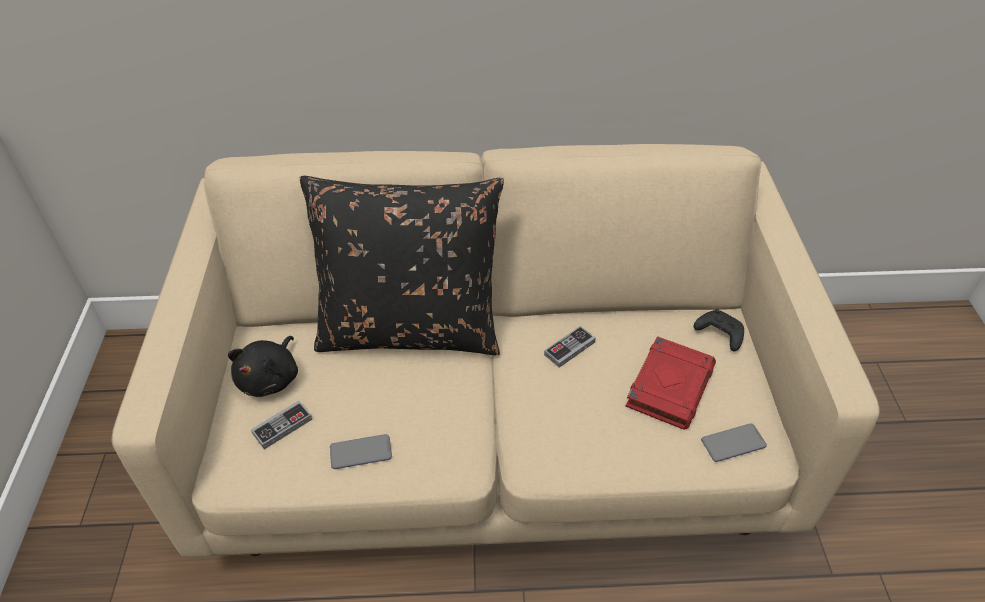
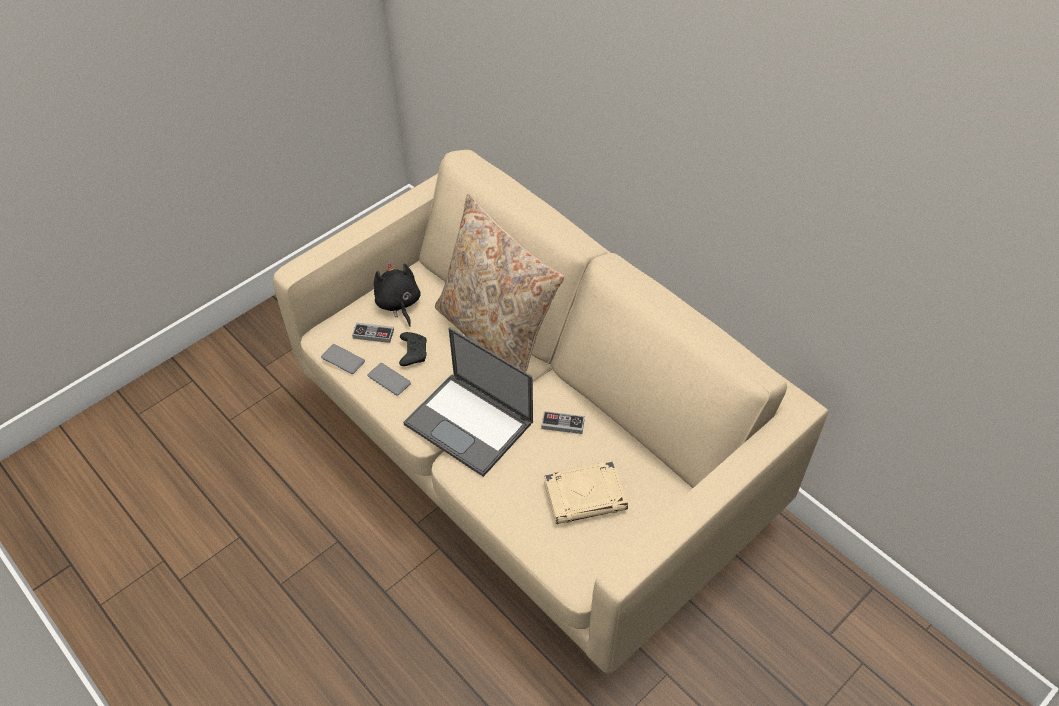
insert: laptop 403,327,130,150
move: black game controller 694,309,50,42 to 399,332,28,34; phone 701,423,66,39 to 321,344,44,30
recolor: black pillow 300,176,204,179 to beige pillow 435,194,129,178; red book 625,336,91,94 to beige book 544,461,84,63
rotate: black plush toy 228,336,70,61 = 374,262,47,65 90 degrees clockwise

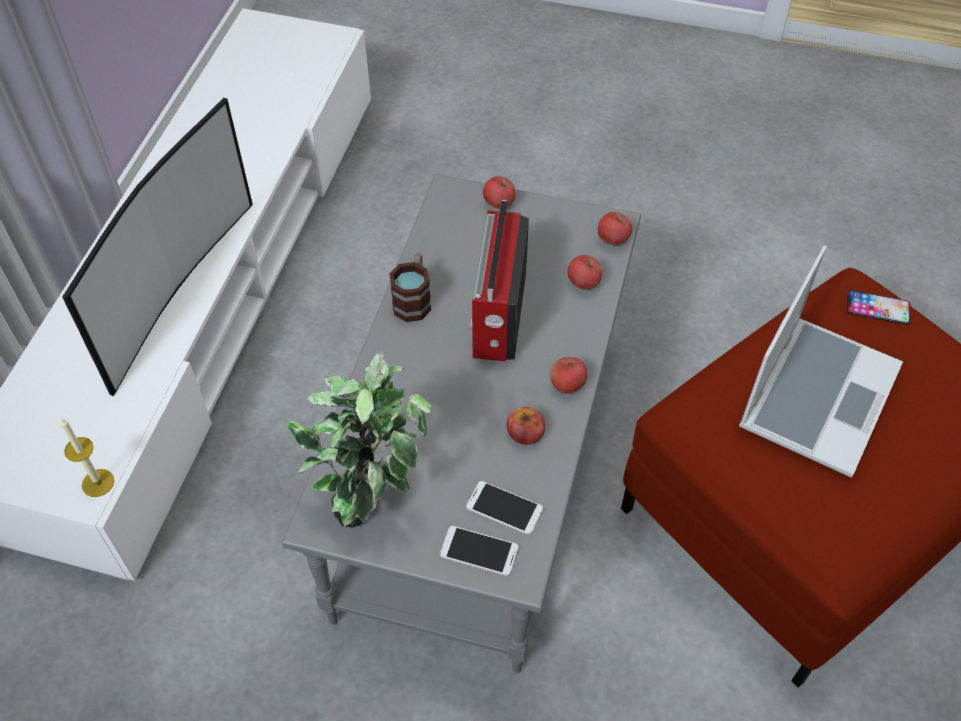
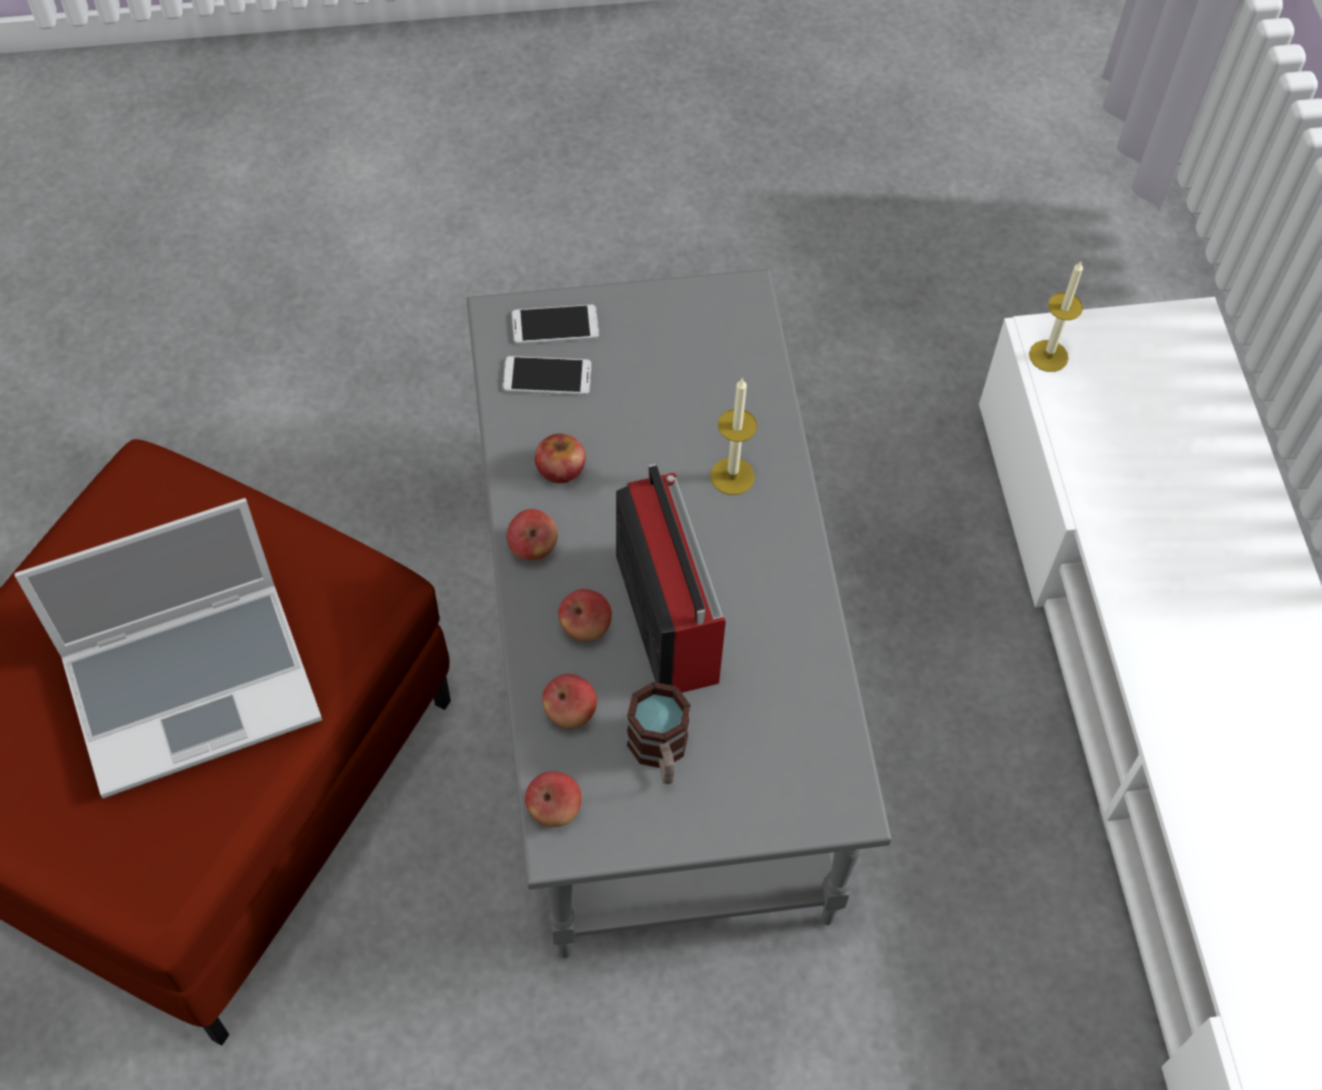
delete: television 62,98,191,298; phone 847,290,64,35; potted plant 287,352,144,176
insert: candle 710,378,47,117
move: apple 483,176,33,33 to 558,589,54,53; mug 389,253,42,69 to 627,682,64,102
rotate: laptop 739,245,164,233 = 15,498,307,300 120 degrees counterclockwise

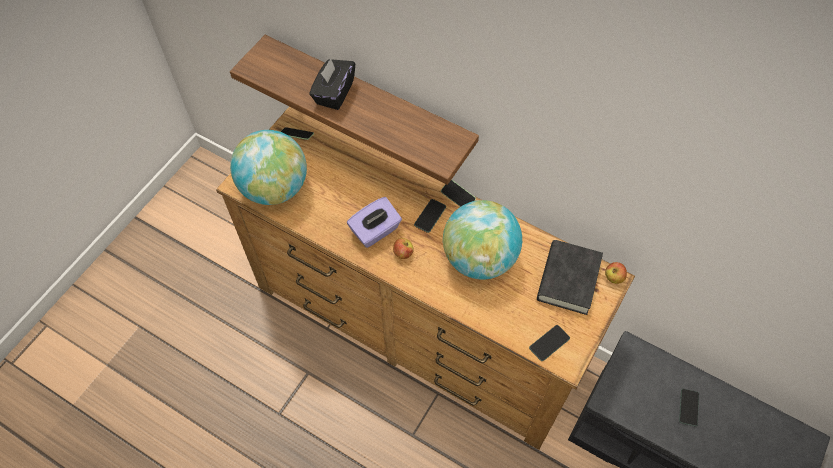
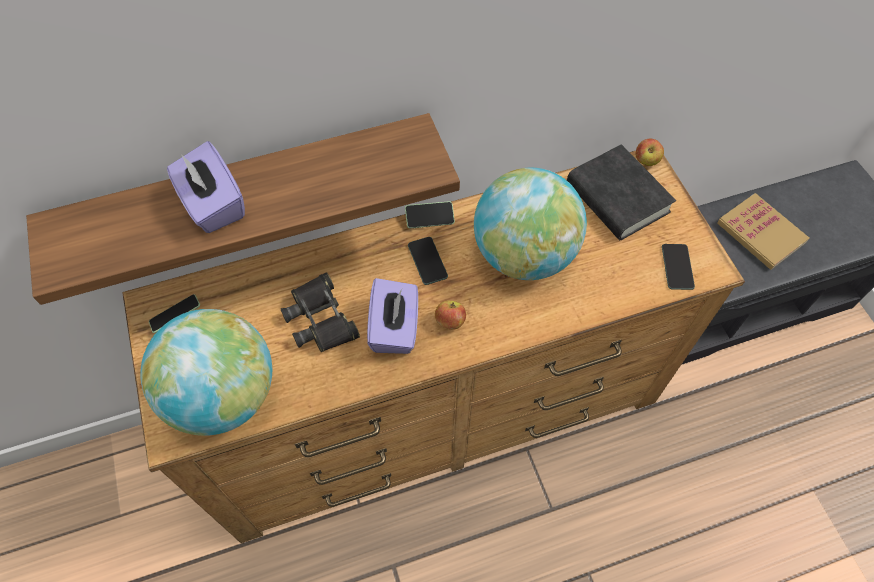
insert: black binoculars 281,272,79,80
replace: phone 679,389,20,37 to book 717,193,93,77
recolor: black tissue box 309,58,46,52 to purple tissue box 167,141,78,92

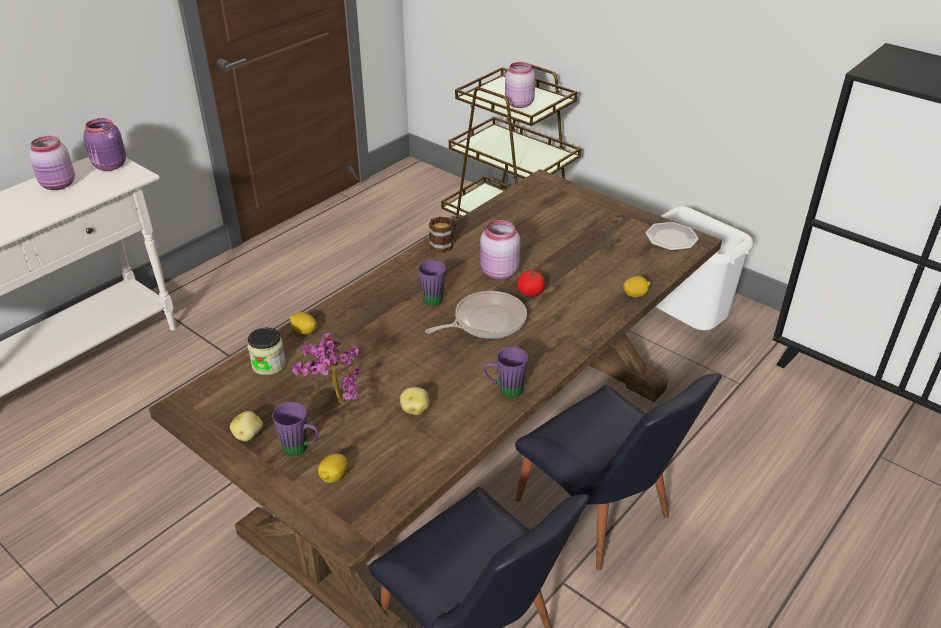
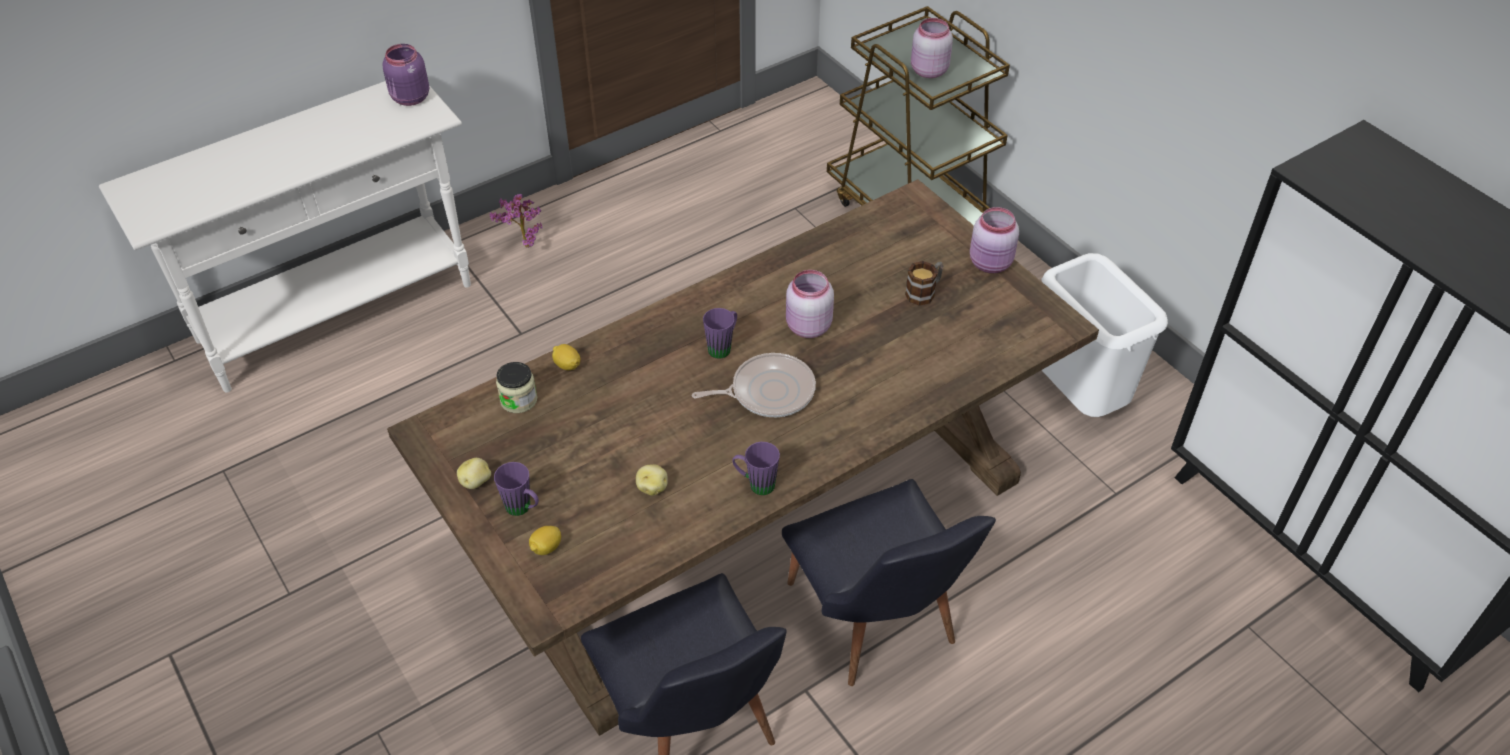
delete: plate 645,222,54,29; tomato 517,270,28,26; lemon 623,276,27,22
move: pink jar 29,136,46,54 to 970,207,49,66; mug 429,216,27,37 to 905,261,38,45; potted plant 292,333,69,71 to 490,194,53,54

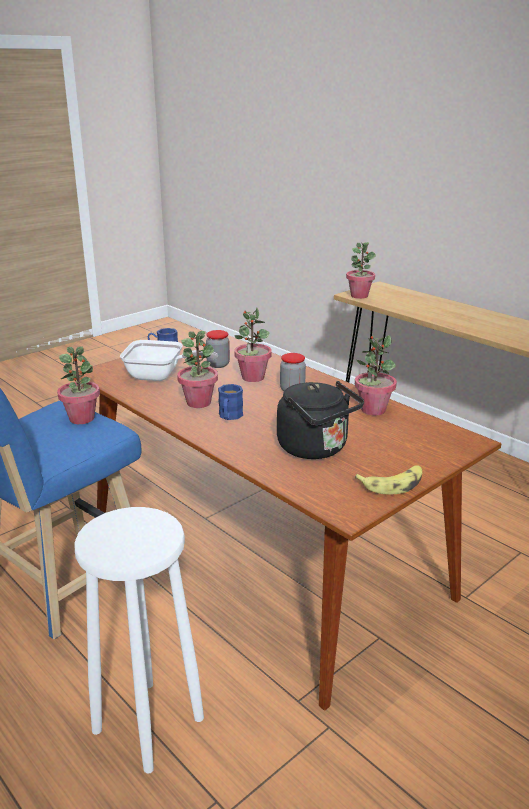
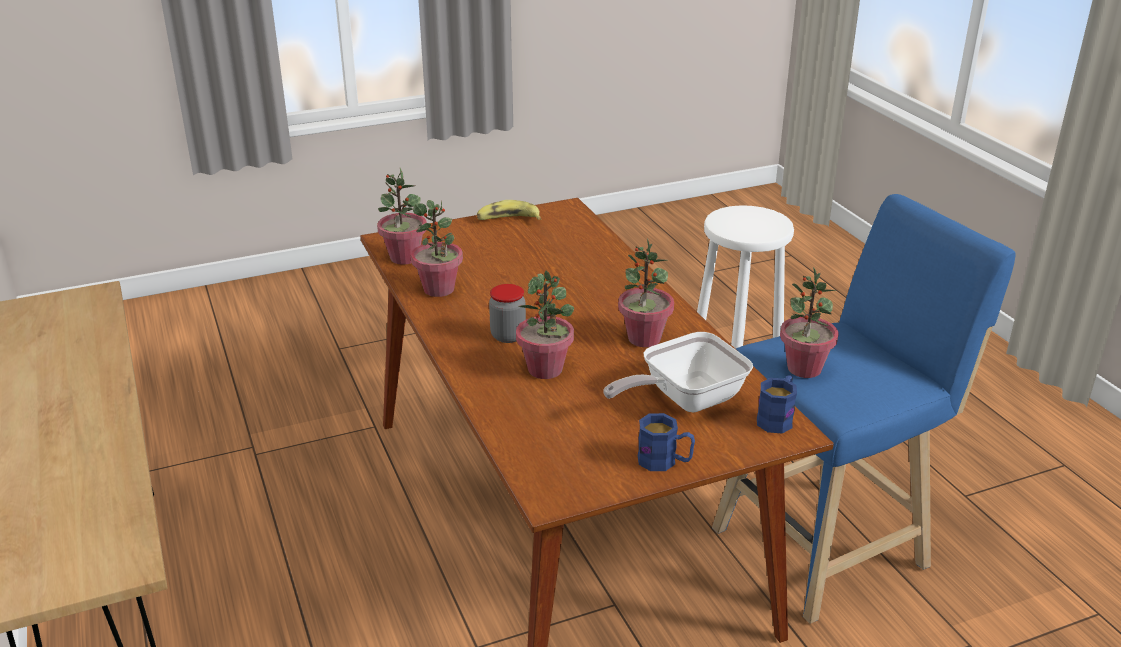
delete: jar 206,330,24,38; black kettle 277,381,87,78
move: potted plant 346,242,30,57 to 377,168,50,96; blue mug 218,384,25,36 to 757,375,40,58
rotate: frying pan 120,340,98,41 = 603,332,150,80 60 degrees counterclockwise

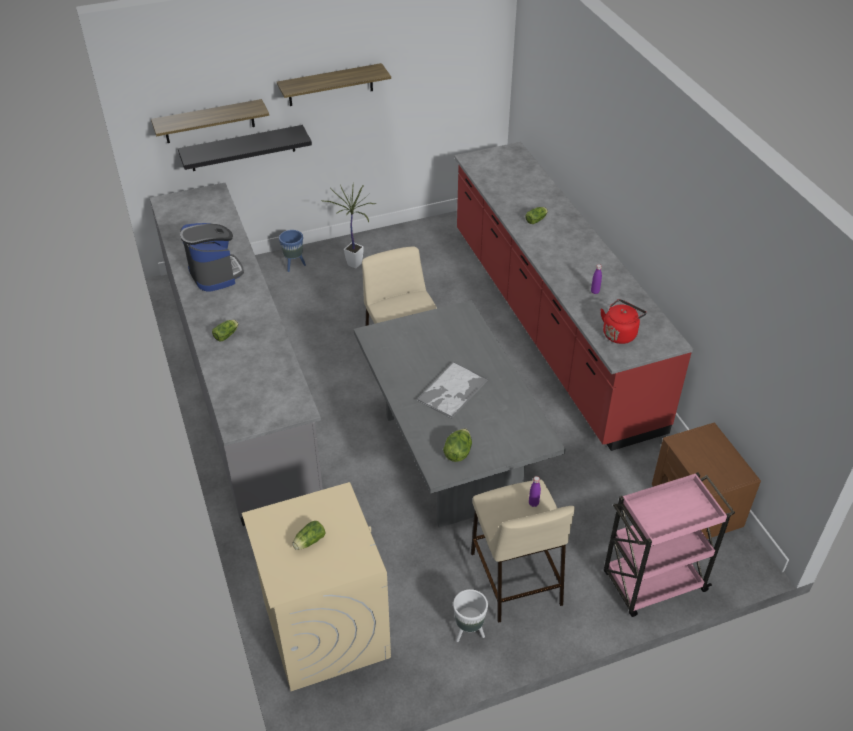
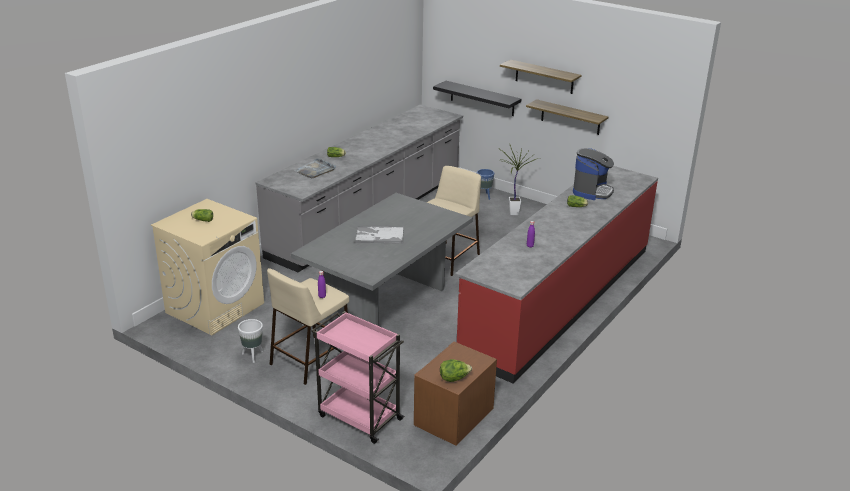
delete: red kettle 600,299,47,45
insert: grey tray 294,158,42,20
move: shelf 151,99,118,44 to 526,99,83,36; coffee machine 180,223,64,68 to 573,148,41,52; lettuce 443,428,29,34 to 440,359,32,23

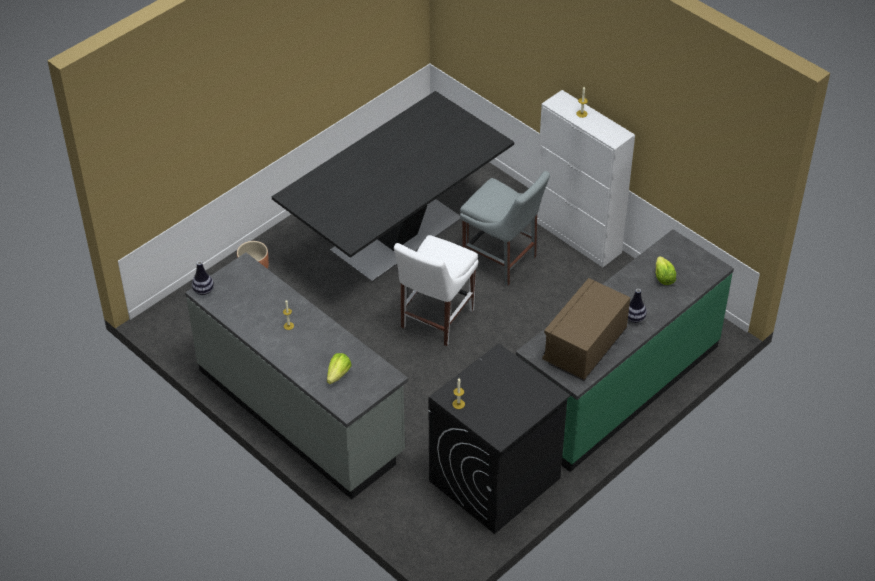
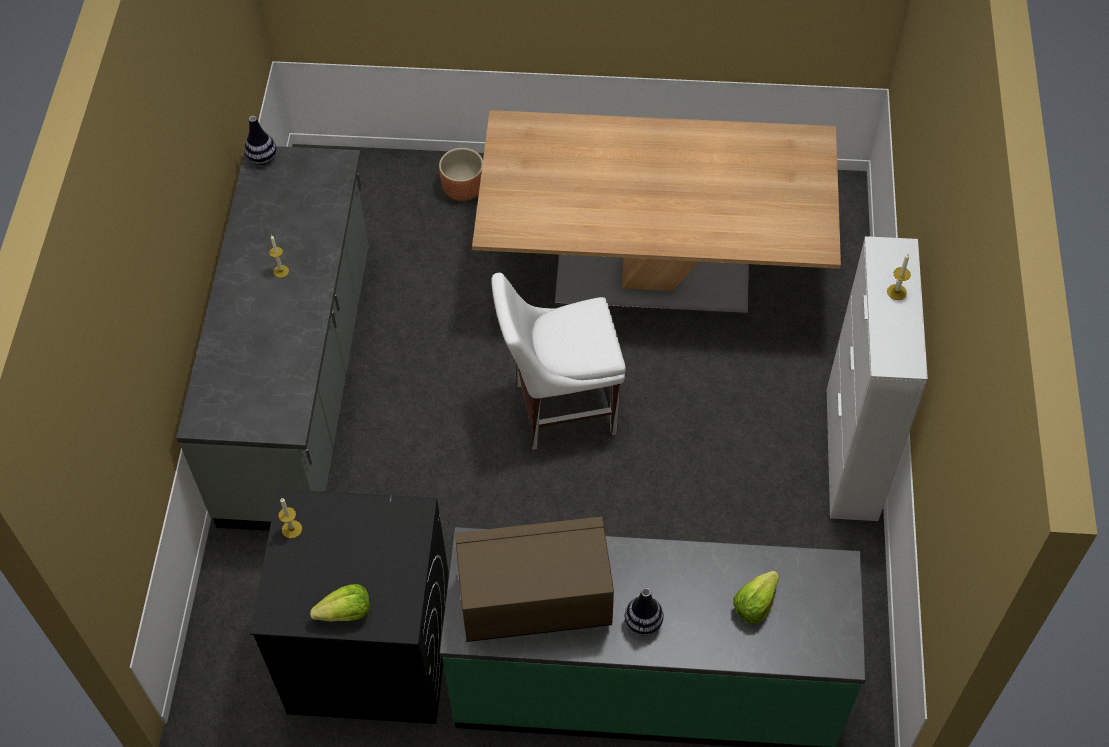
delete: grey chair 460,171,90,115
move: lettuce 327,353,25,31 to 310,584,60,38
recolor: black dining table 272,91,242,191 to beige dining table 472,110,369,205

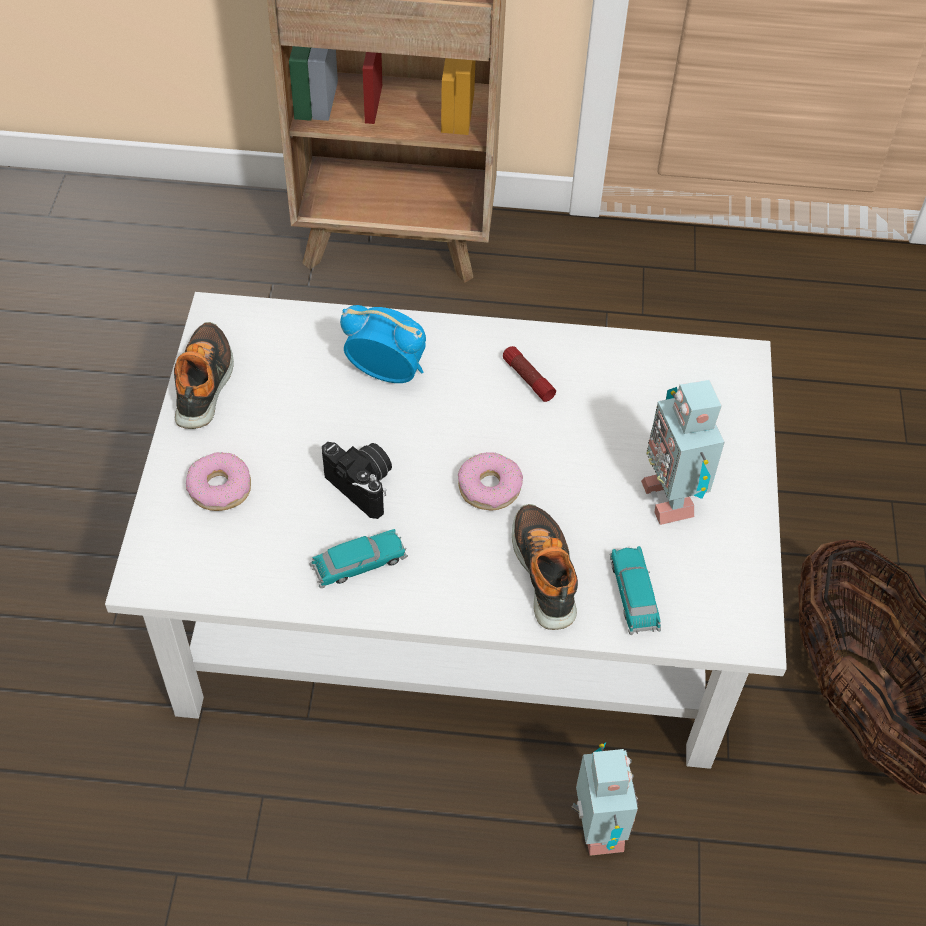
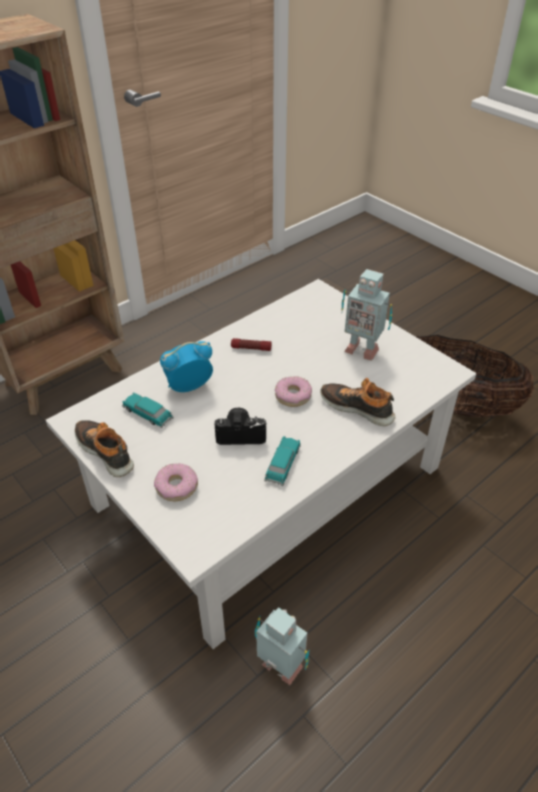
move: toy car 610,546,51,89 to 122,392,52,36; toy robot 571,742,68,114 to 255,607,55,78

